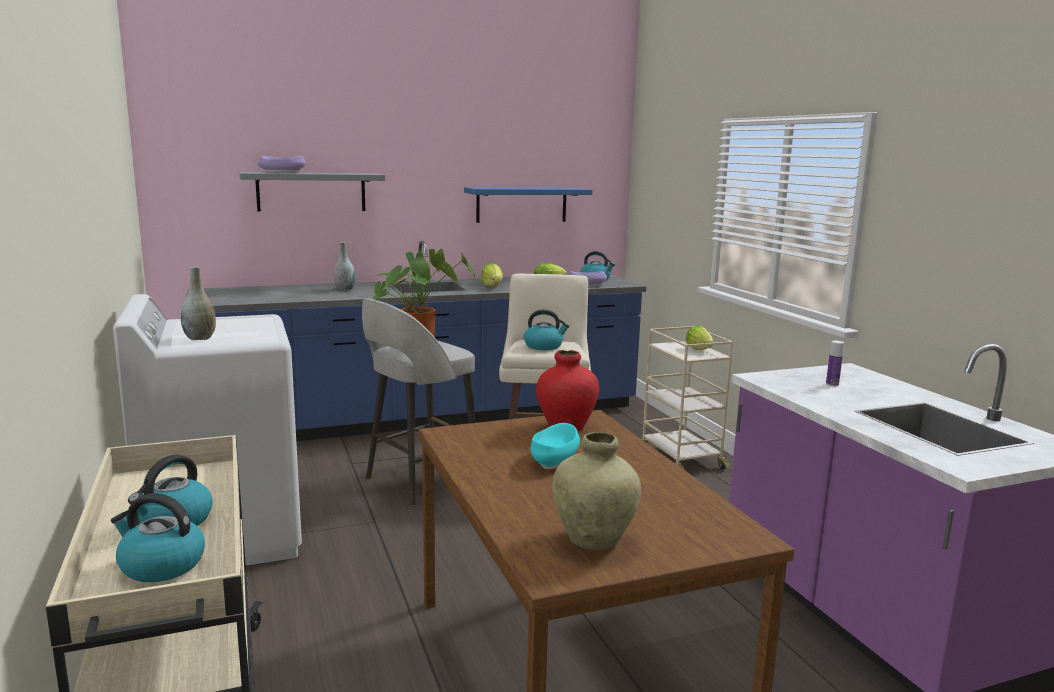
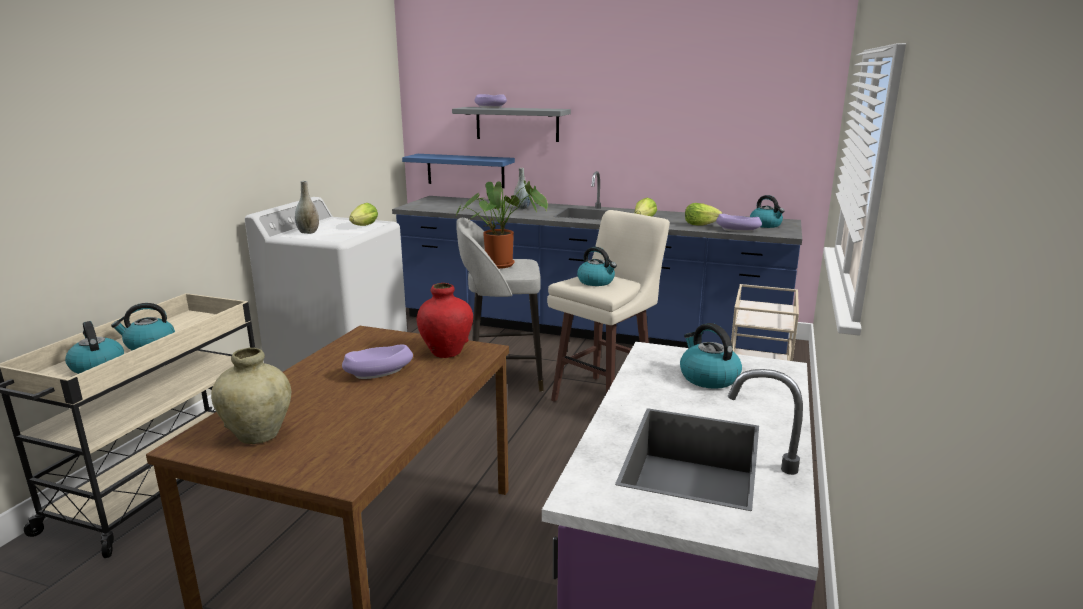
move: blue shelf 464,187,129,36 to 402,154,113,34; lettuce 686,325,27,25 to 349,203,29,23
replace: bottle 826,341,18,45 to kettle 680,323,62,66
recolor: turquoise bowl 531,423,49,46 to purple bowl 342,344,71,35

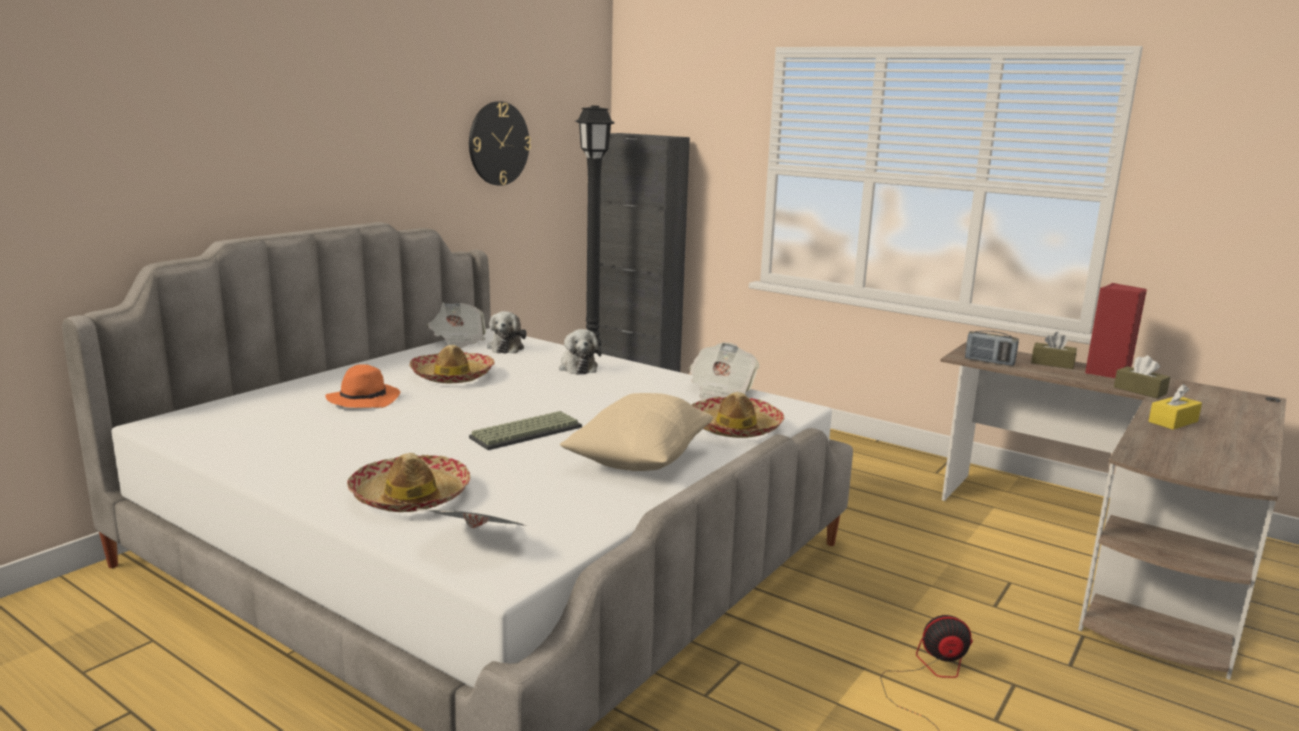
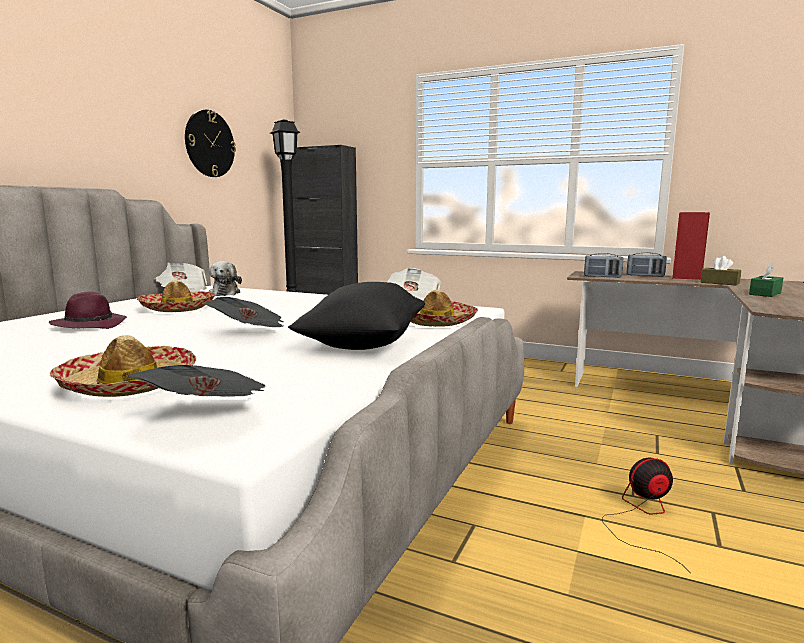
delete: plush toy 559,329,43,46
replace: brown tissue box 1031,332,46,37 to radio 627,252,40,25; keyboard 469,411,113,39 to newspaper 205,297,79,30
recolor: orange hat 326,364,74,44 to purple hat 49,291,78,38; yellow tissue box 1148,384,54,46 to green tissue box 749,263,34,34; beige pillow 560,393,153,78 to black pillow 288,282,137,68

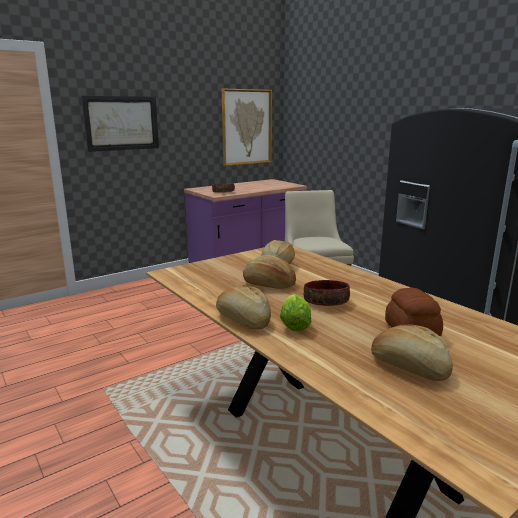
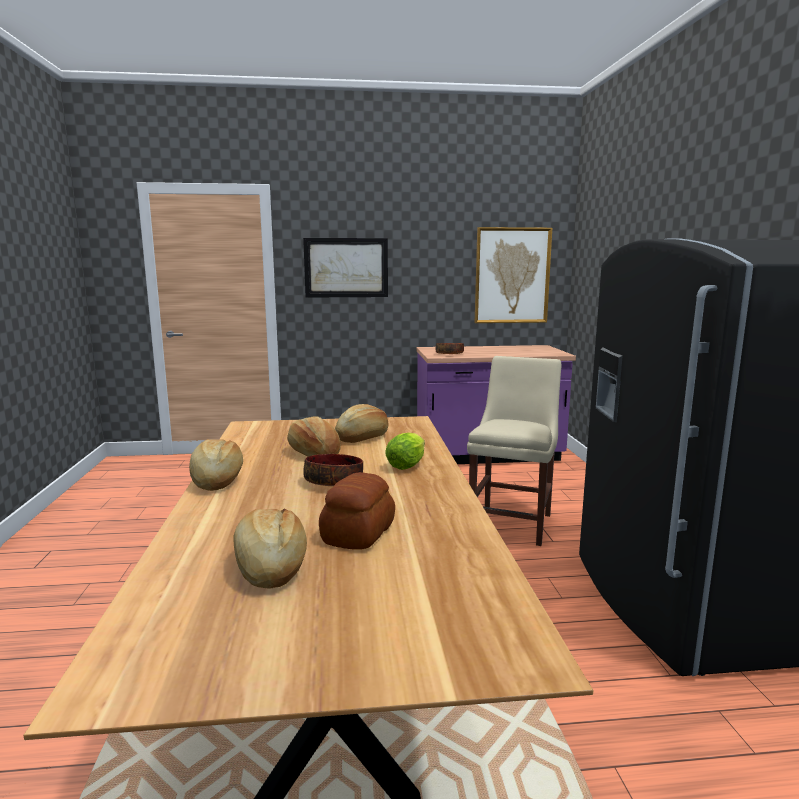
move: lettuce 280,294,31,37 to 385,433,40,37

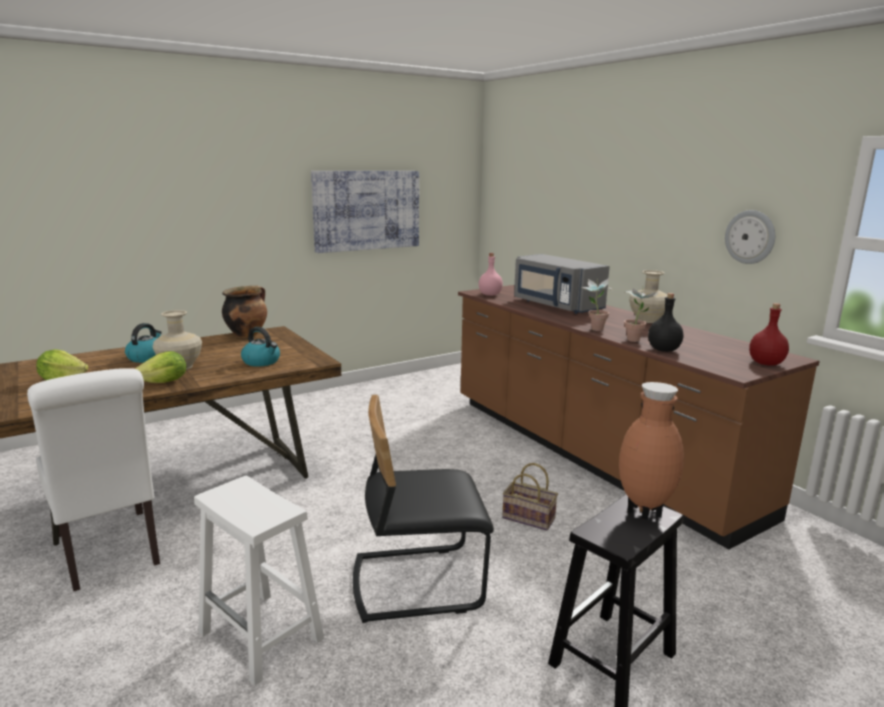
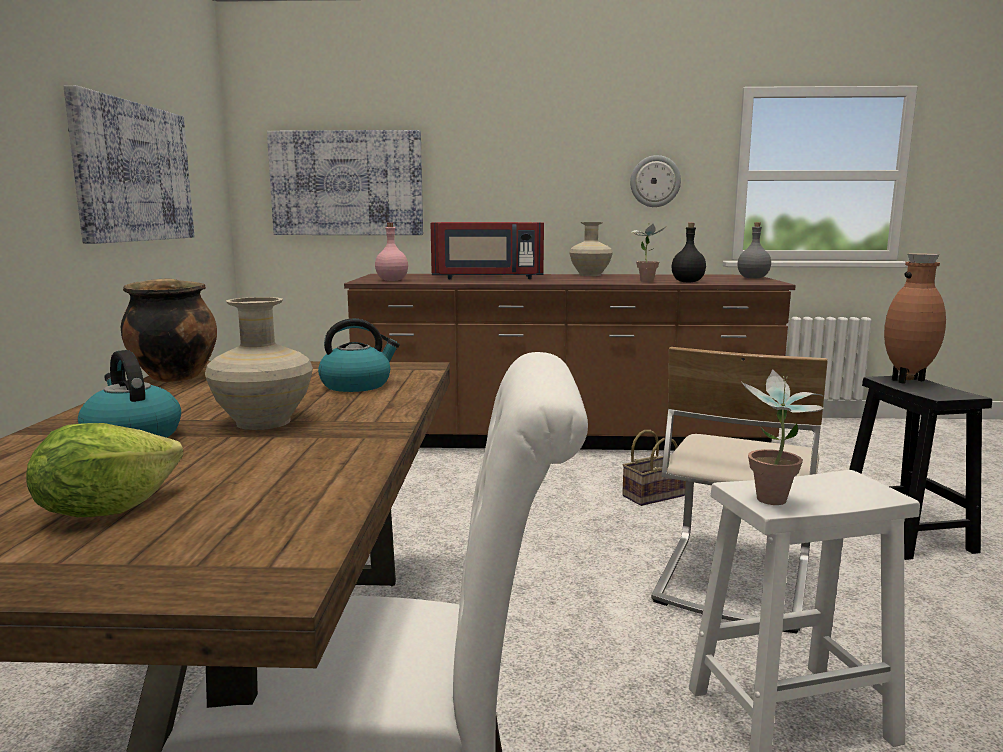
delete: lettuce 135,351,51,32
insert: picture 267,130,156,105
move: potted plant 581,278,31,53 to 742,369,82,136
recolor: grey microwave 514,254,96,60 to red microwave 431,222,113,57; red bottle 749,303,40,63 to grey bottle 737,222,34,57; black chair 353,395,141,228 to beige chair 651,347,177,287

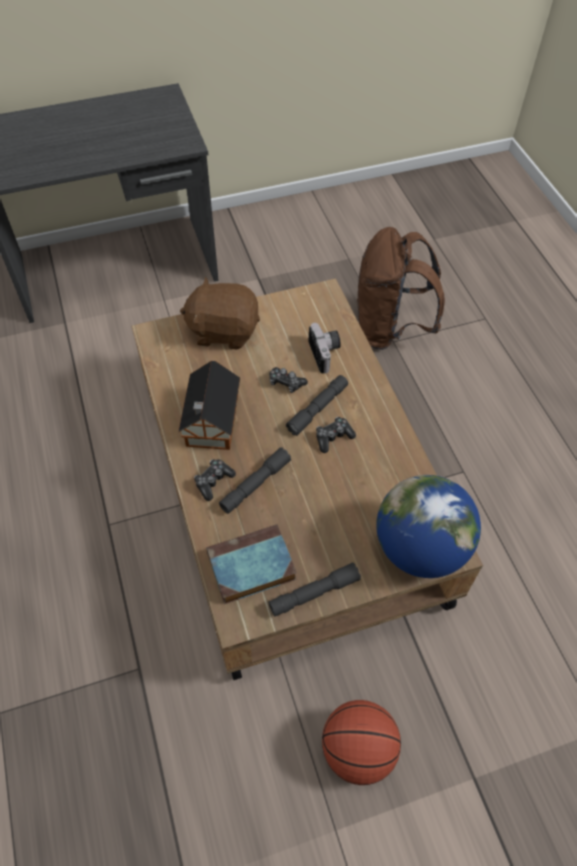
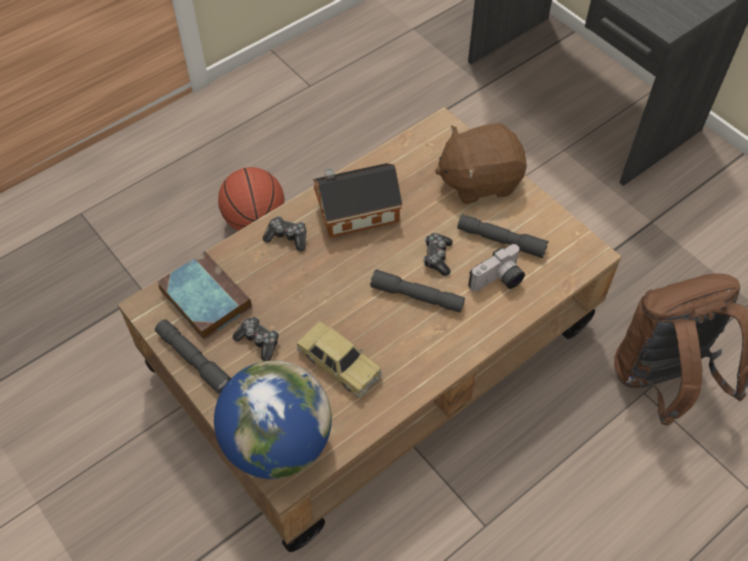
insert: toy car 297,321,85,77
move: game controller 316,417,40,36 to 233,317,46,44; grey flashlight 219,447,72,67 to 457,214,92,44; basketball 322,700,79,85 to 218,167,66,64
rotate: brown plush toy 180,276,80,74 = 435,123,92,81 90 degrees counterclockwise

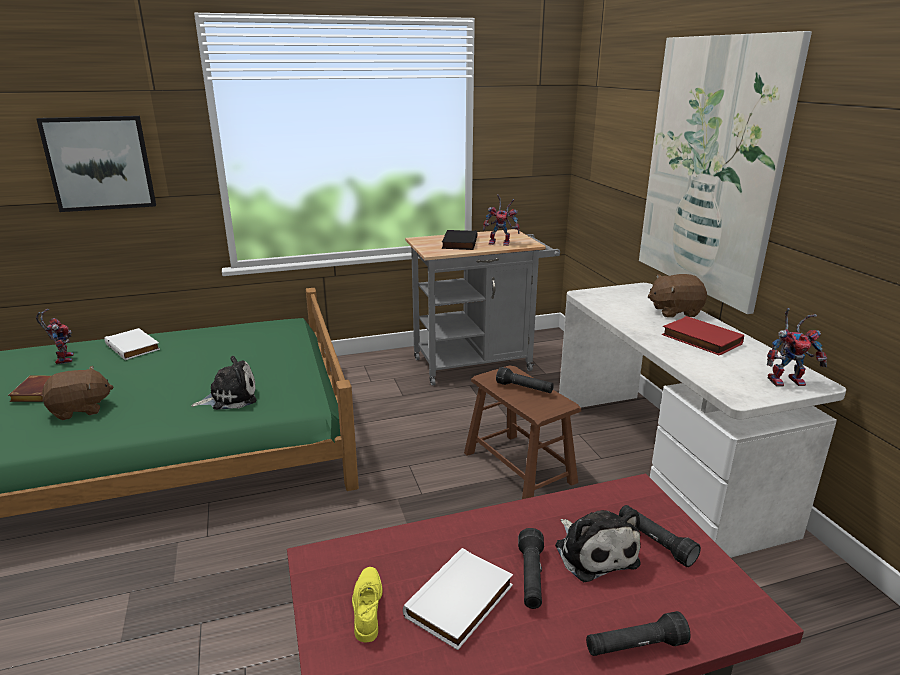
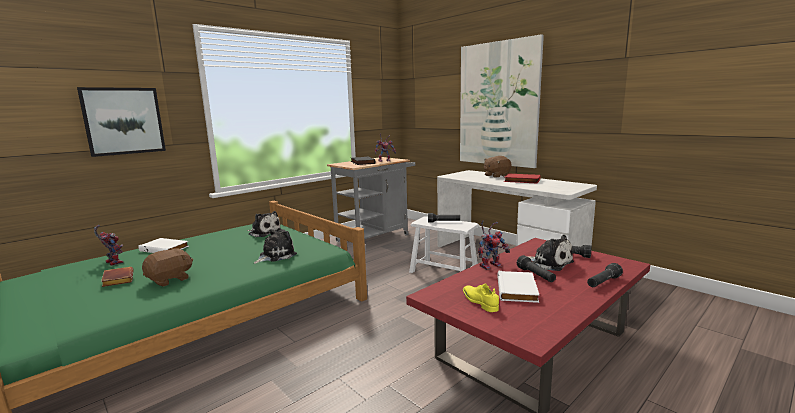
insert: plush toy 247,211,34,26
move: toy robot 767,308,60,78 to 478,220,32,50
recolor: brown stool 464,365,117,134 to white stool 409,216,70,57

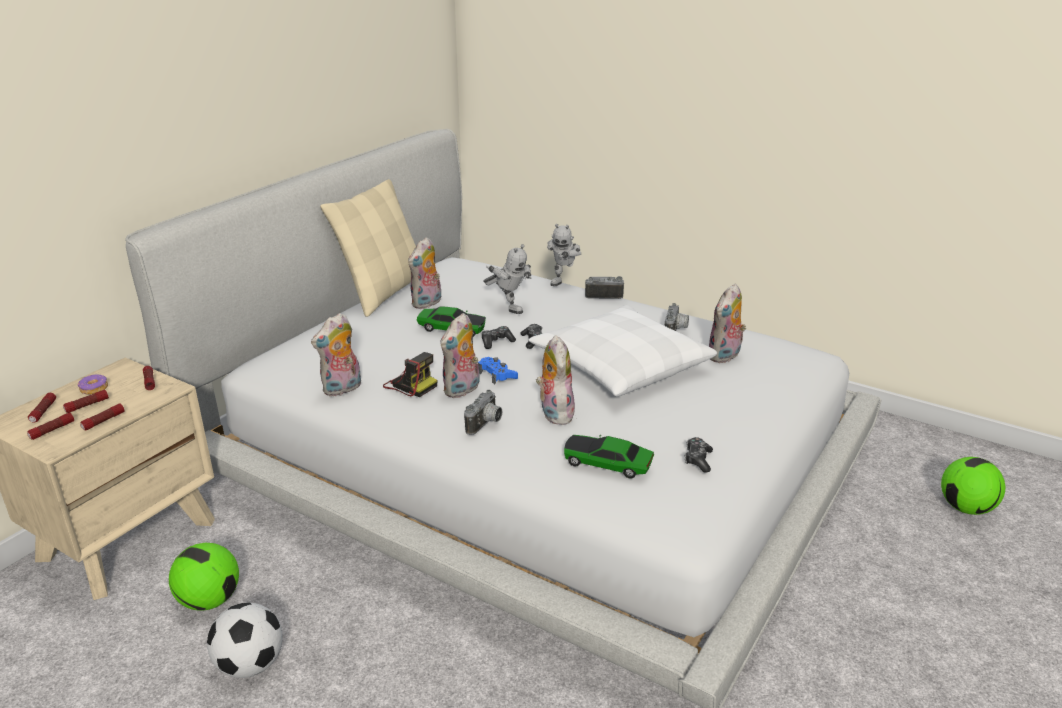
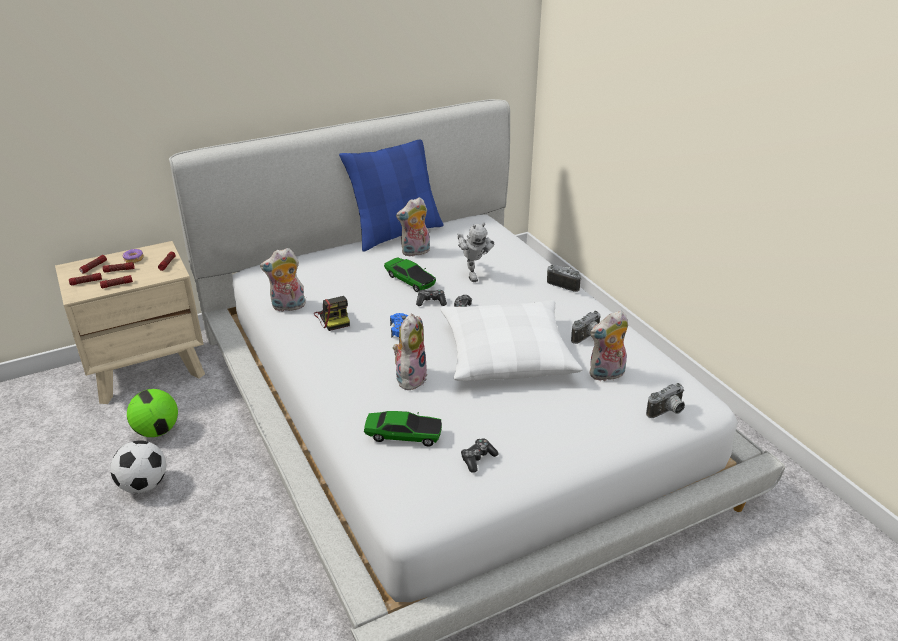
delete: toy robot 547,224,34,62; plush toy 440,313,39,85; football 941,457,64,58
move: photo camera 464,390,38,45 to 646,383,39,35
recolor: beige pillow 320,179,96,138 to blue pillow 339,139,105,113
rotate: toy car 564,435,90,44 = 364,411,78,36 135 degrees clockwise

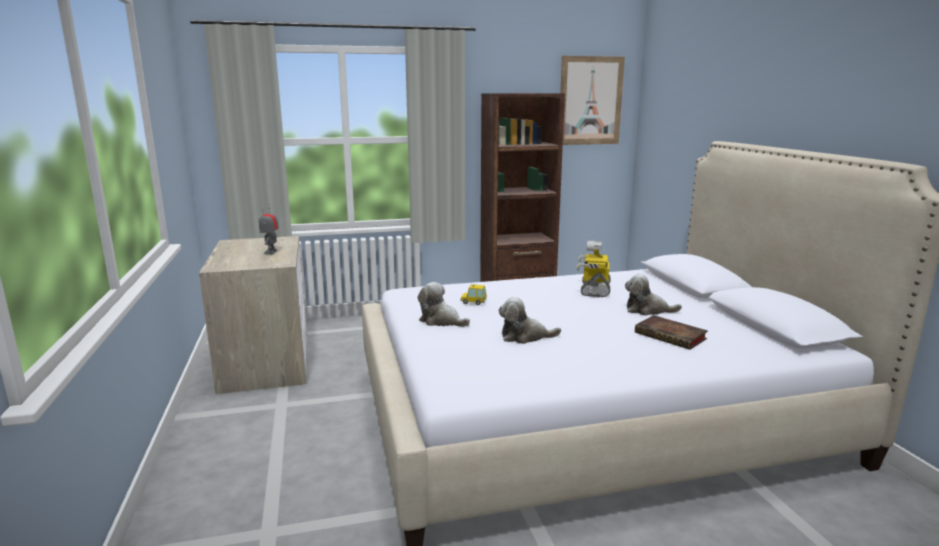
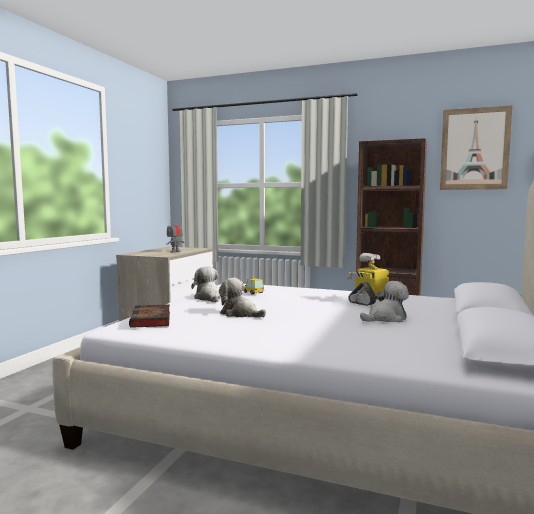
move: book 635,315,73,35 to 129,304,41,24
rotate: plush toy 625,274,57,41 = 360,281,49,42 105 degrees clockwise

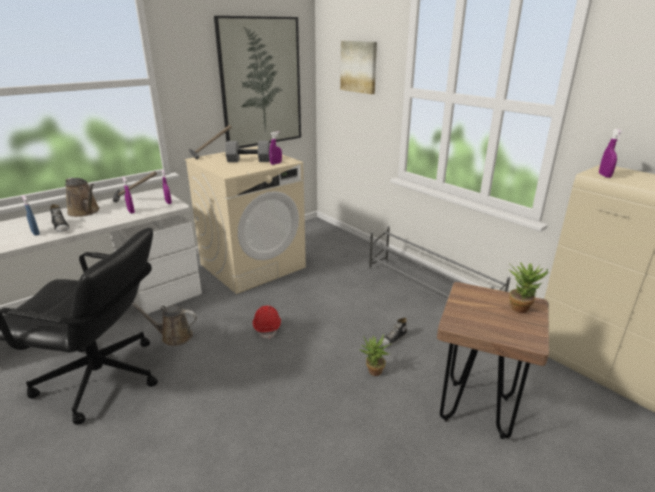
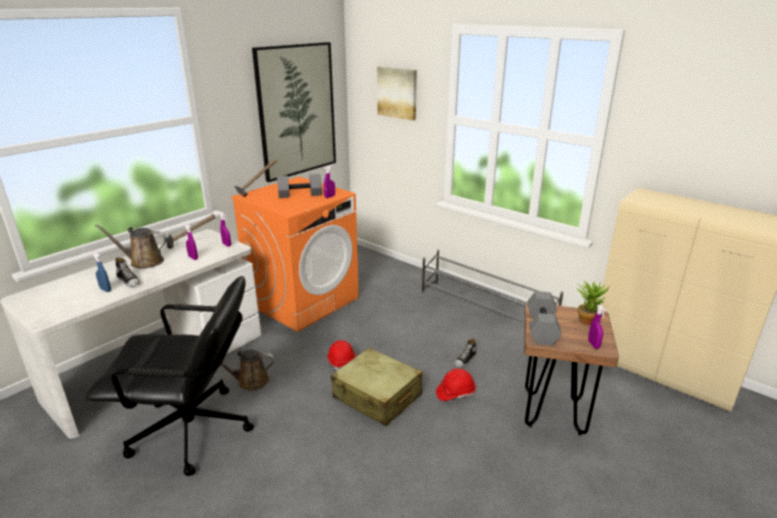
insert: grey dumbbell 527,291,34,55; beige suitcase 331,348,91,78
move: purple spray bottle 599,129,24,49 to 588,304,18,45
replace: potted plant 359,335,32,41 to red hard hat 436,369,40,32
recolor: beige washing machine 185,146,121,148 to orange washing machine 231,177,128,155
rotate: brown watering can 65,178,35,39 = 95,224,72,45 150 degrees clockwise

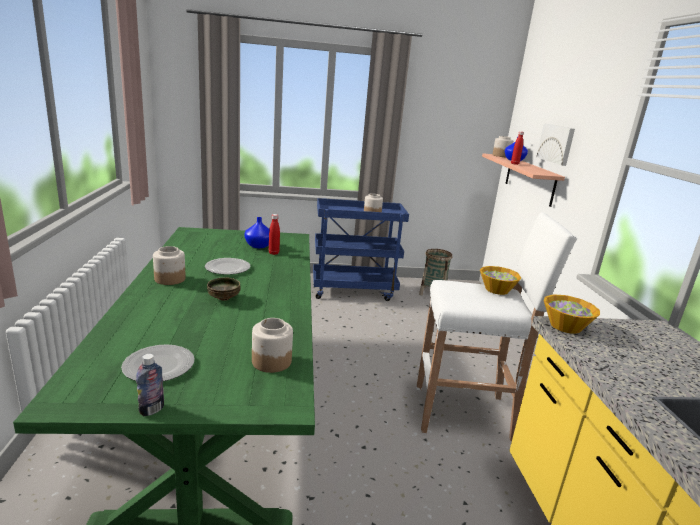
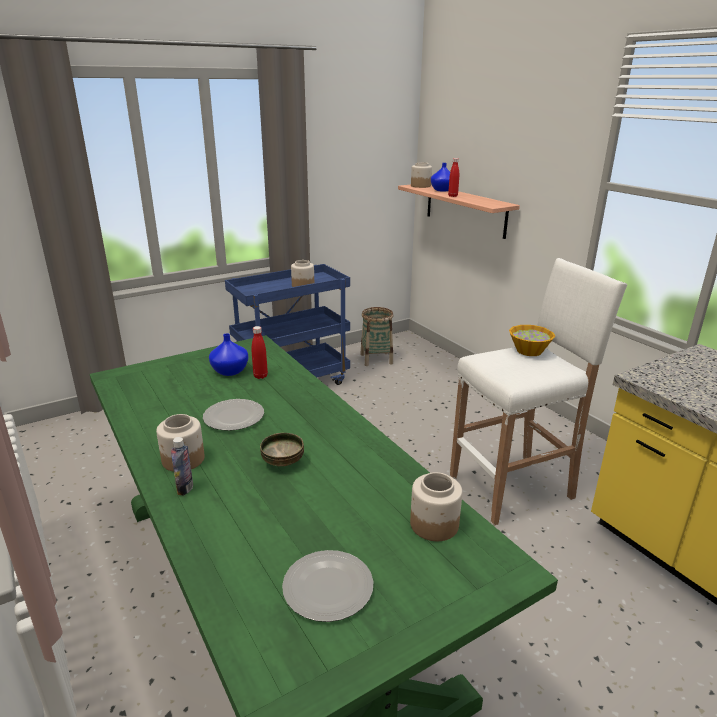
delete: picture 536,124,39,42; bowl 544,295,56,39
move: bottle 136,354,28,62 to 171,437,22,59

